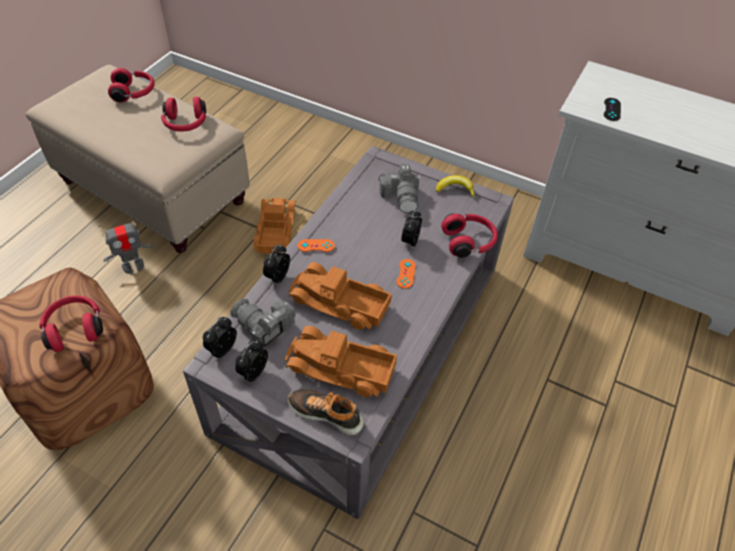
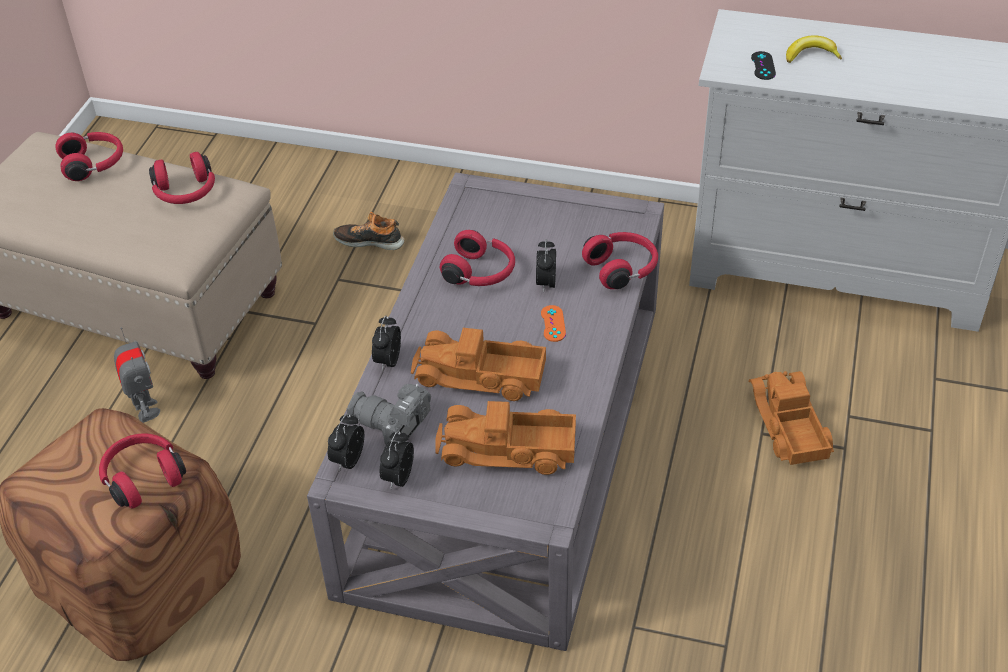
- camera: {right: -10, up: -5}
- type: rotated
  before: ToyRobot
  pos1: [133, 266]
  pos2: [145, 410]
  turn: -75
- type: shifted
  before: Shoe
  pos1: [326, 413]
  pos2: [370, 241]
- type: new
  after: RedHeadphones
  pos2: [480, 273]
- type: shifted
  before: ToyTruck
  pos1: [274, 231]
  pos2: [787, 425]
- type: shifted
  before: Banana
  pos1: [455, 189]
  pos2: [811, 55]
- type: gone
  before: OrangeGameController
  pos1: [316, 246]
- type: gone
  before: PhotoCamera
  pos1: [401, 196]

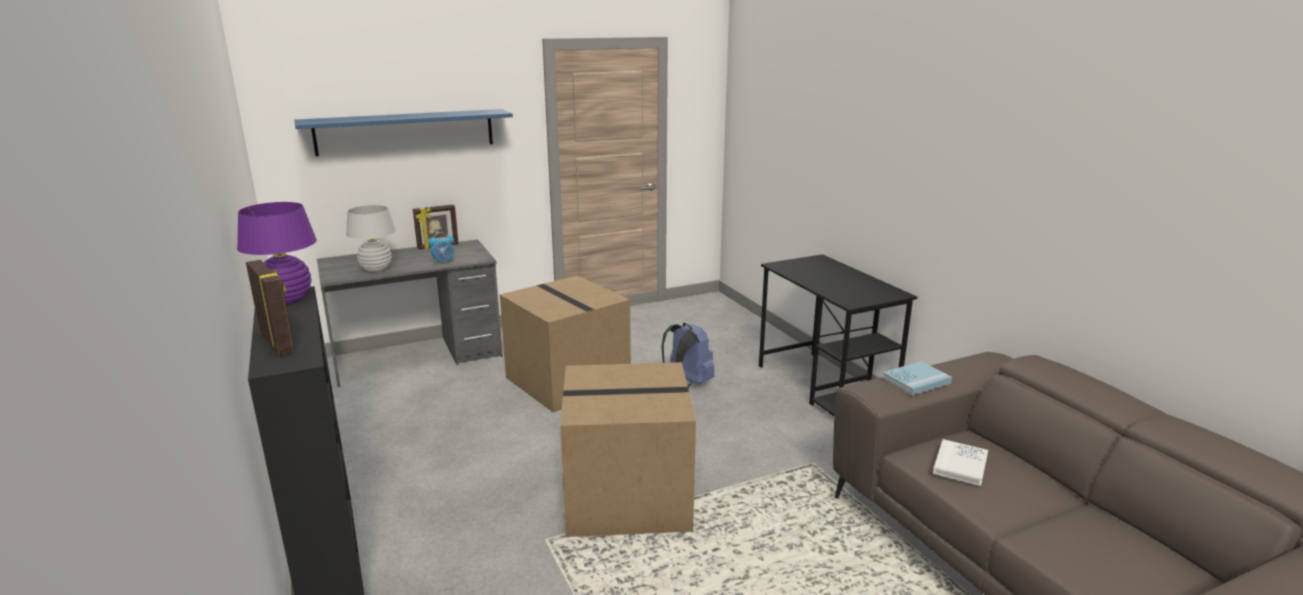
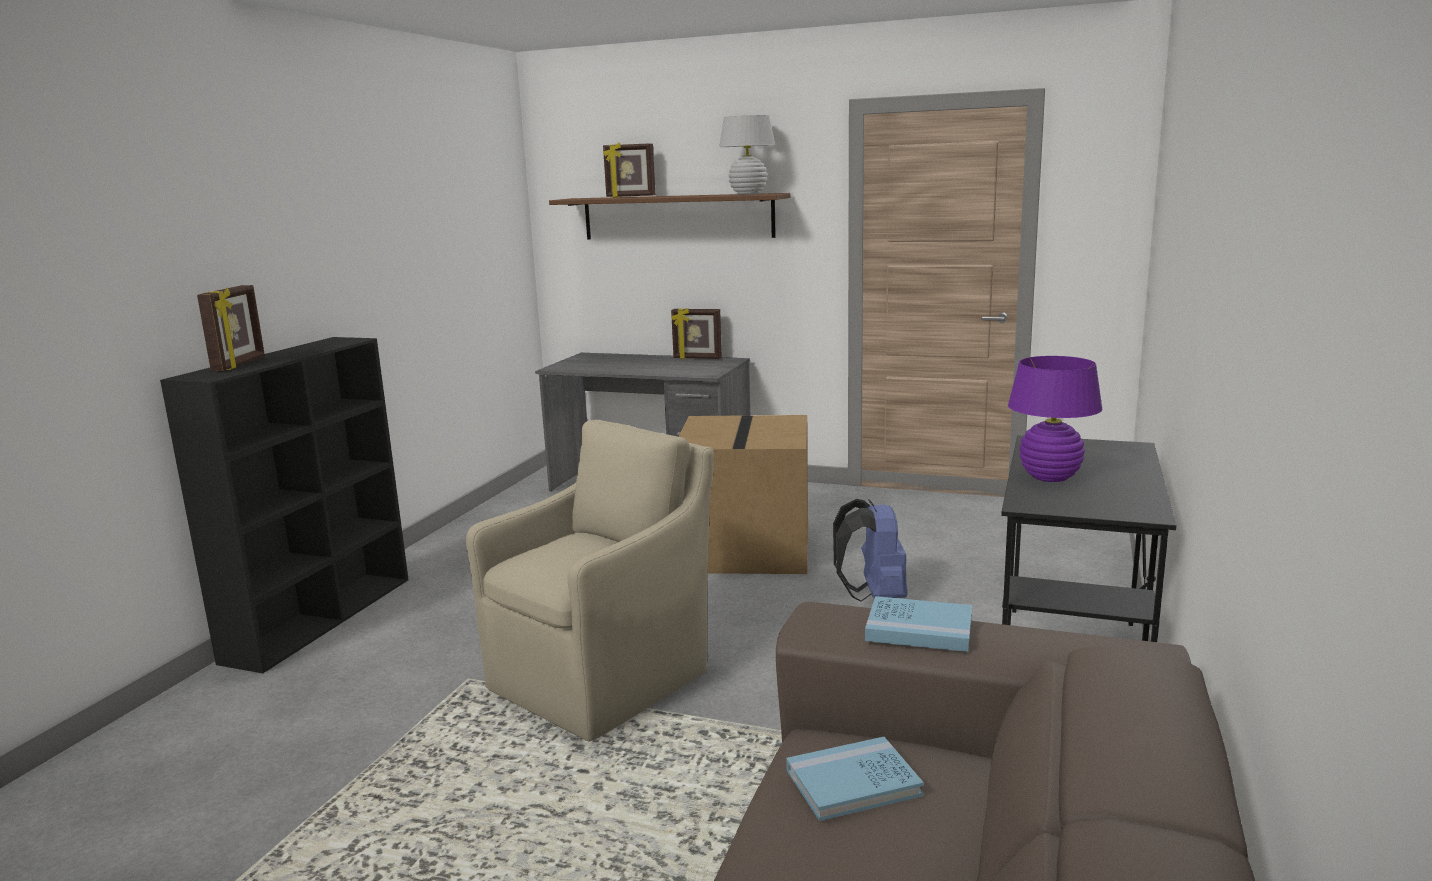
- camera: {right: 45, up: -5}
- type: swapped
  before: CardboardBox
  after: BeigeArmchair
  pos1: [629, 495]
  pos2: [604, 677]
- type: repainted
  before: BlueShelf
  after: BrownShelf
  pos1: [405, 132]
  pos2: [677, 217]
- type: new
  after: PictureFrame
  pos2: [630, 196]
- type: shifted
  before: WhiteTableLamp
  pos1: [376, 269]
  pos2: [748, 194]
- type: repainted
  before: WhiteBook
  after: BlueBook
  pos1: [960, 465]
  pos2: [853, 783]
- type: shifted
  before: PurpleTableLamp
  pos1: [287, 300]
  pos2: [1049, 477]
- type: gone
  before: AlarmClock
  pos1: [443, 262]

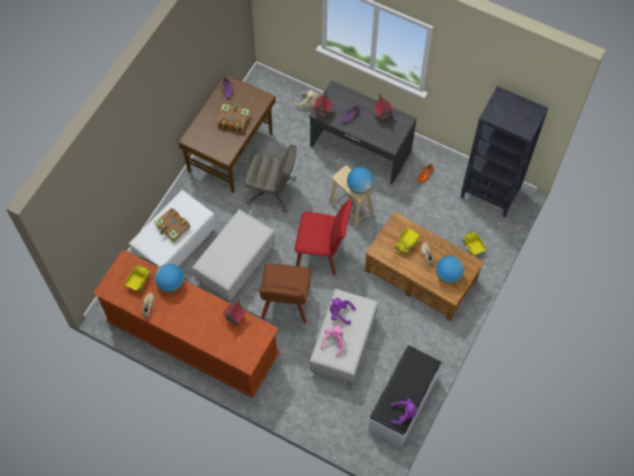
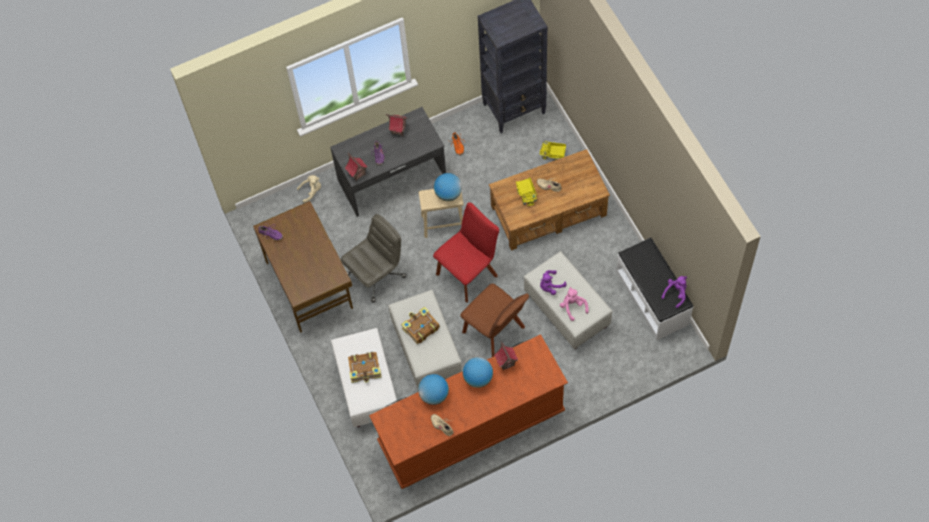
- camera: {right: -50, up: 0}
- type: shifted
  before: Book
  pos1: [233, 120]
  pos2: [420, 328]
- type: shifted
  before: Globe
  pos1: [448, 275]
  pos2: [478, 378]
- type: gone
  before: ToyTruck
  pos1: [138, 281]

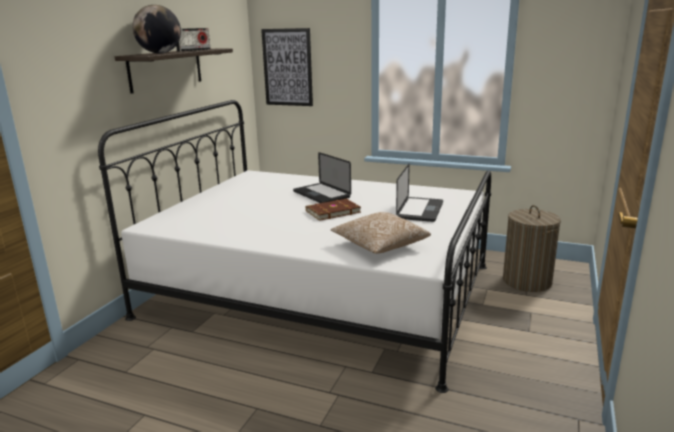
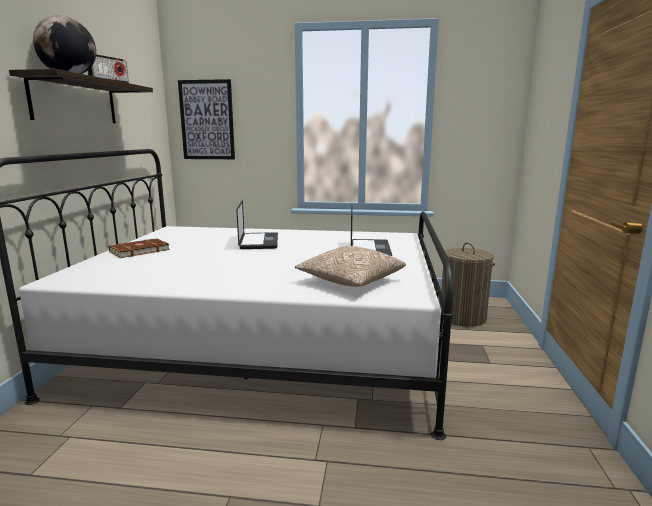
- camera: {right: -15, up: -5}
- type: shifted
  before: BrownBook
  pos1: [332, 211]
  pos2: [139, 250]
- type: rotated
  before: Laptop
  pos1: [321, 194]
  pos2: [259, 242]
  turn: -135

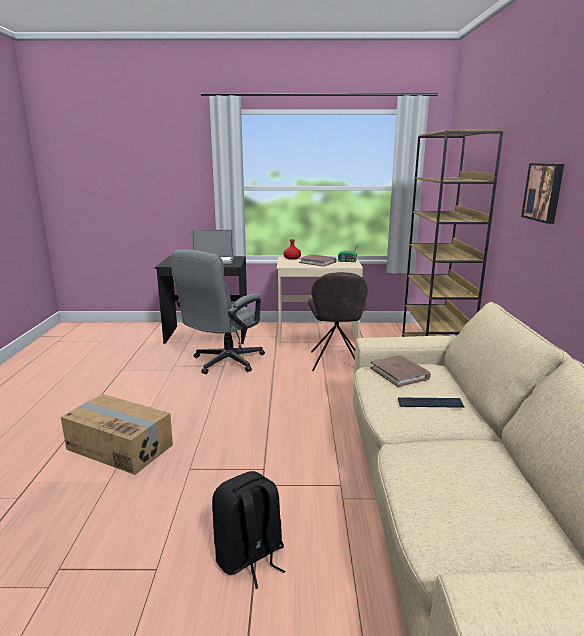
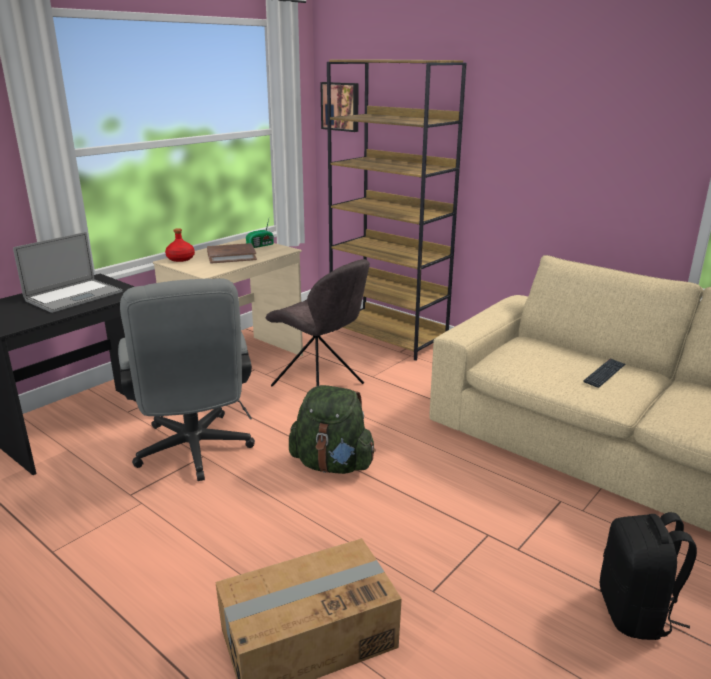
- camera: {right: -50, up: 5}
- type: new
  after: GreenBackpack
  pos2: [332, 464]
- type: shifted
  before: Picture
  pos1: [544, 192]
  pos2: [341, 106]
- type: gone
  before: BrownBook
  pos1: [399, 373]

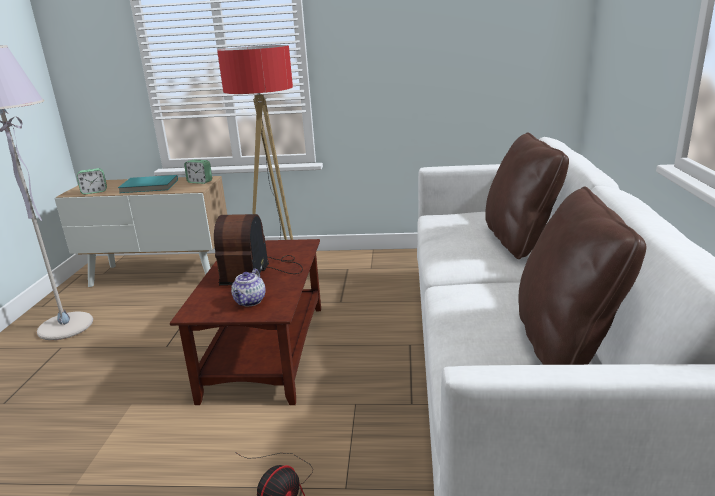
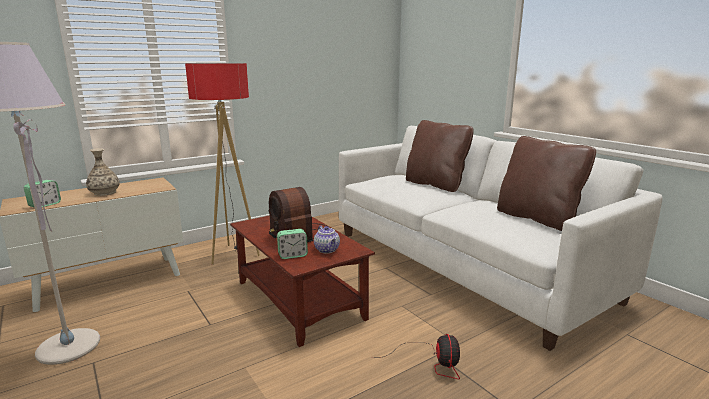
- camera: {right: -40, up: -5}
- type: swapped
  before: TurquoiseBook
  after: Vase
  pos1: [149, 186]
  pos2: [105, 193]
- type: shifted
  before: AlarmClock
  pos1: [200, 182]
  pos2: [292, 255]

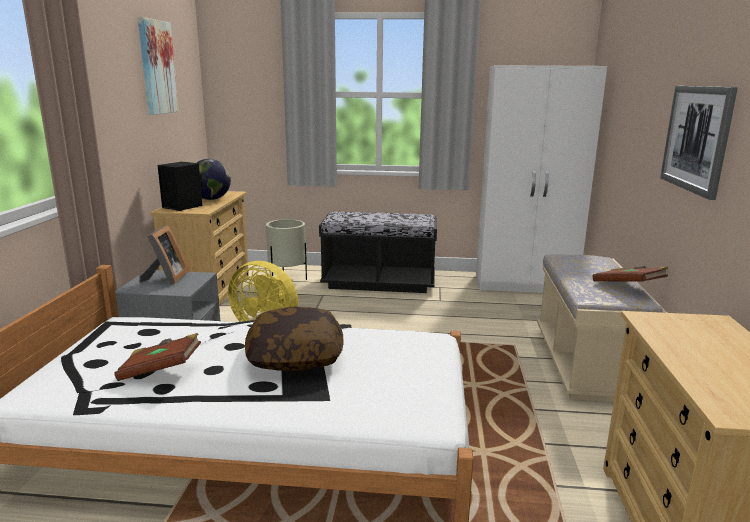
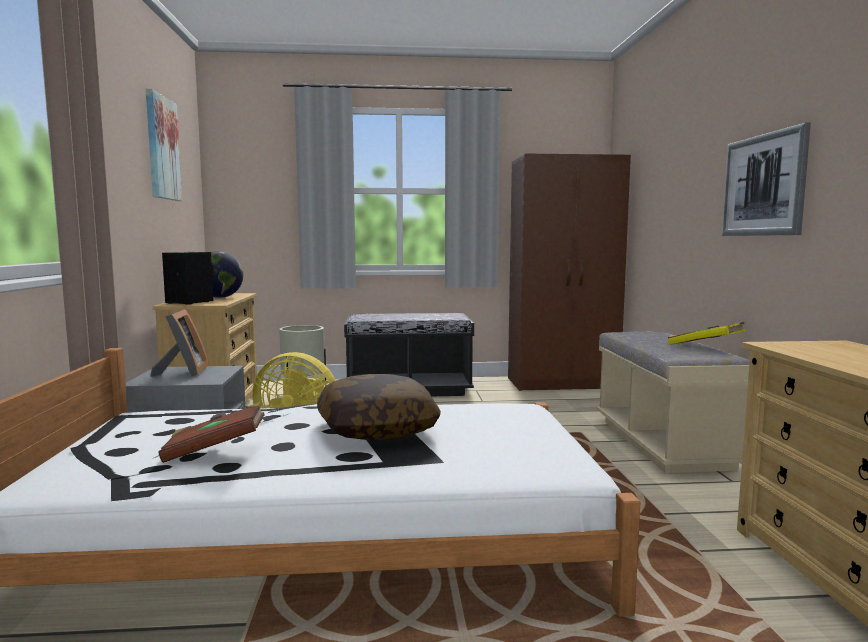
- camera: {right: -10, up: -10}
- type: repainted
  before: WhiteWardrobe
  after: BrownWardrobe
  pos1: [525, 284]
  pos2: [563, 383]
- type: repainted
  before: BrownBook
  after: YellowBook
  pos1: [628, 287]
  pos2: [705, 347]

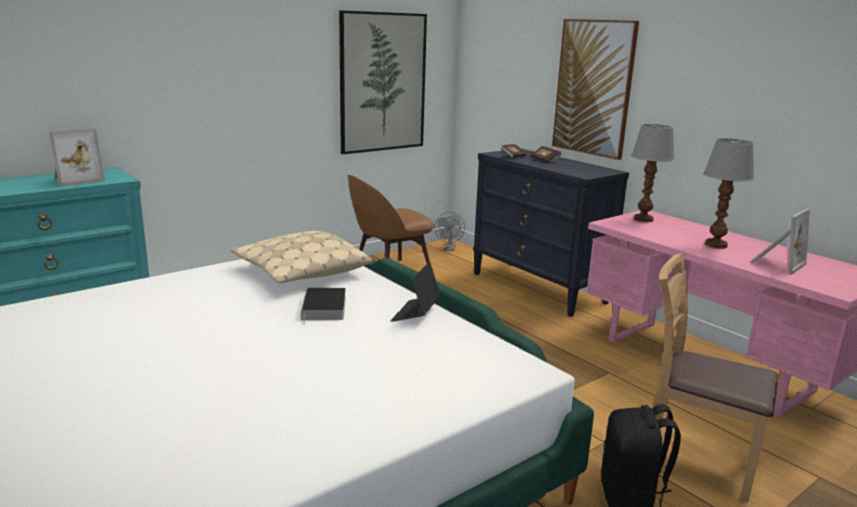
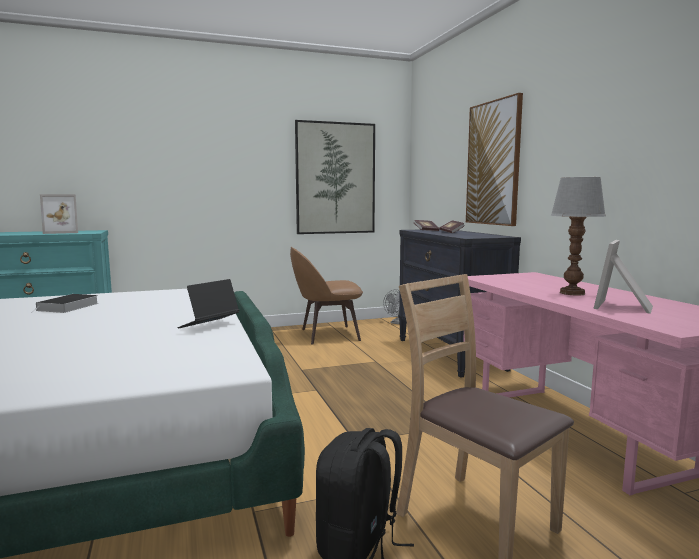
- camera: {right: 20, up: -10}
- type: shifted
  before: Book
  pos1: [324, 309]
  pos2: [67, 307]
- type: rotated
  before: PictureFrame
  pos1: [775, 263]
  pos2: [625, 307]
  turn: 150
- type: gone
  before: BeigePillow
  pos1: [300, 272]
- type: gone
  before: TableLamp
  pos1: [644, 219]

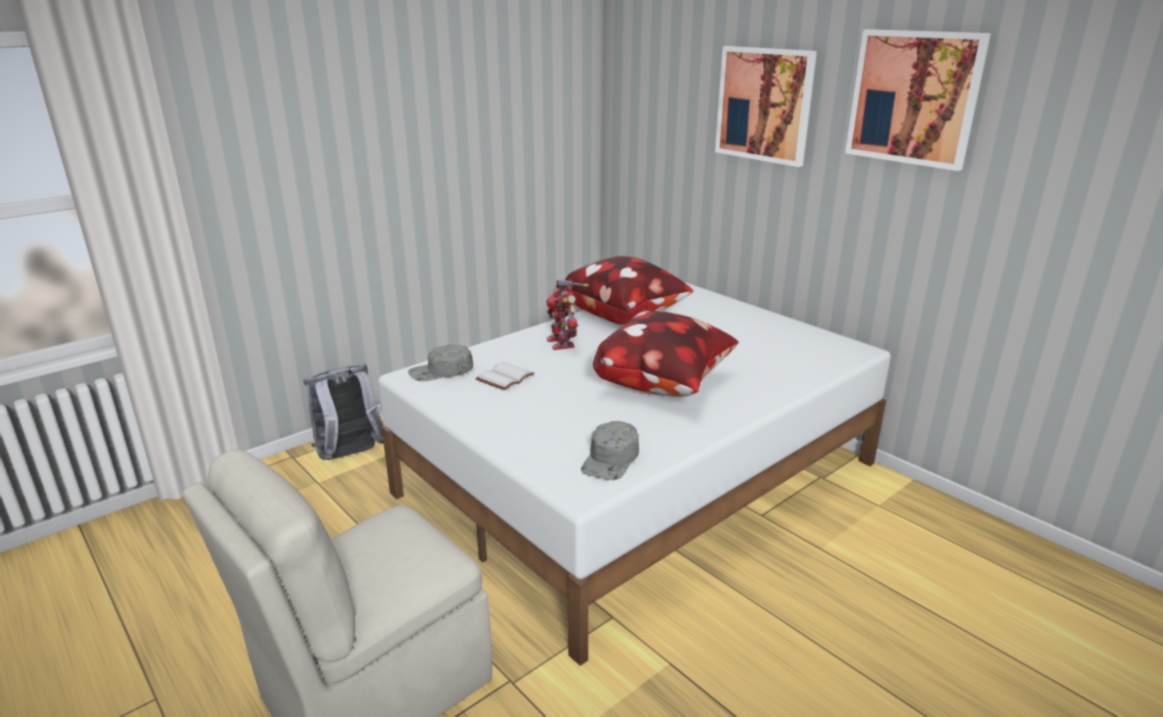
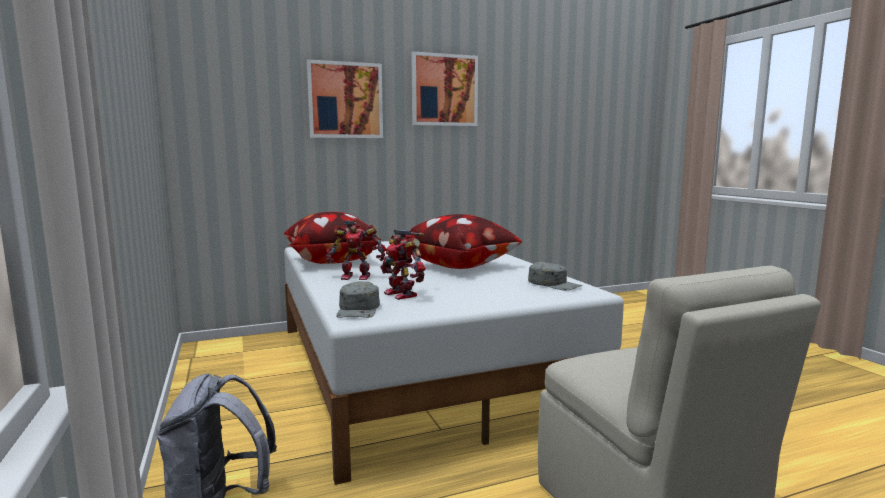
- camera: {right: -70, up: -15}
- type: swapped
  before: WhiteBook
  after: ToyRobot
  pos1: [505, 378]
  pos2: [402, 294]

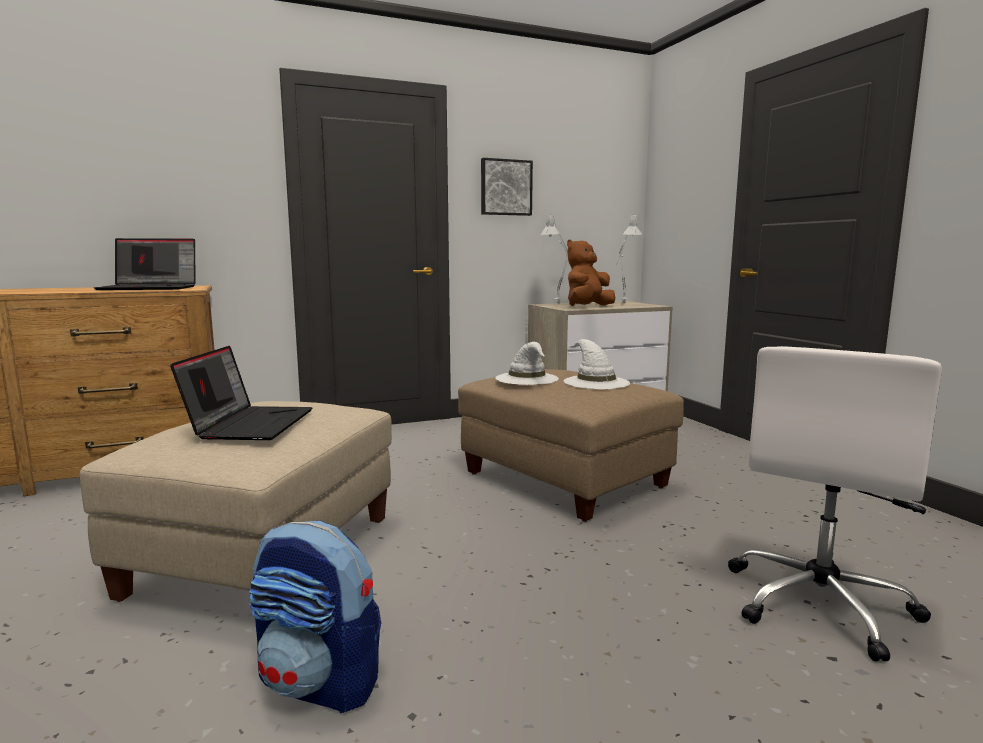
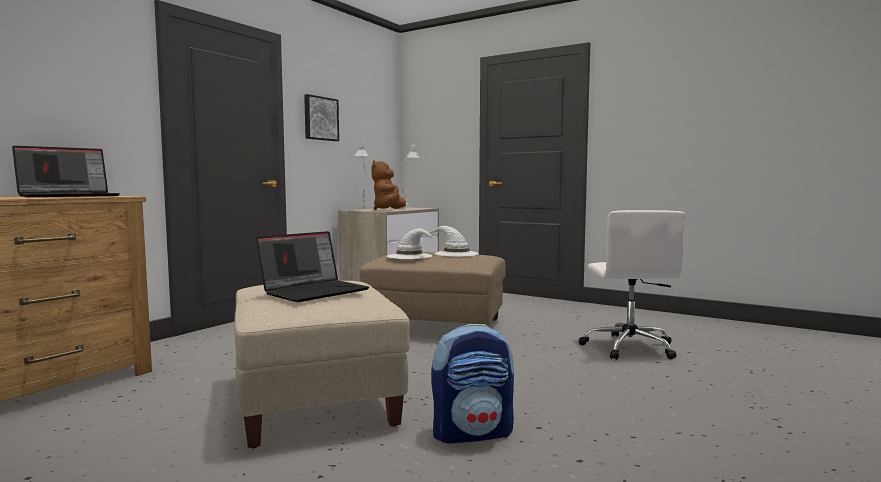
- camera: {right: -35, up: -5}
- type: rotated
  before: Laptop
  pos1: [250, 424]
  pos2: [315, 291]
  turn: 75

